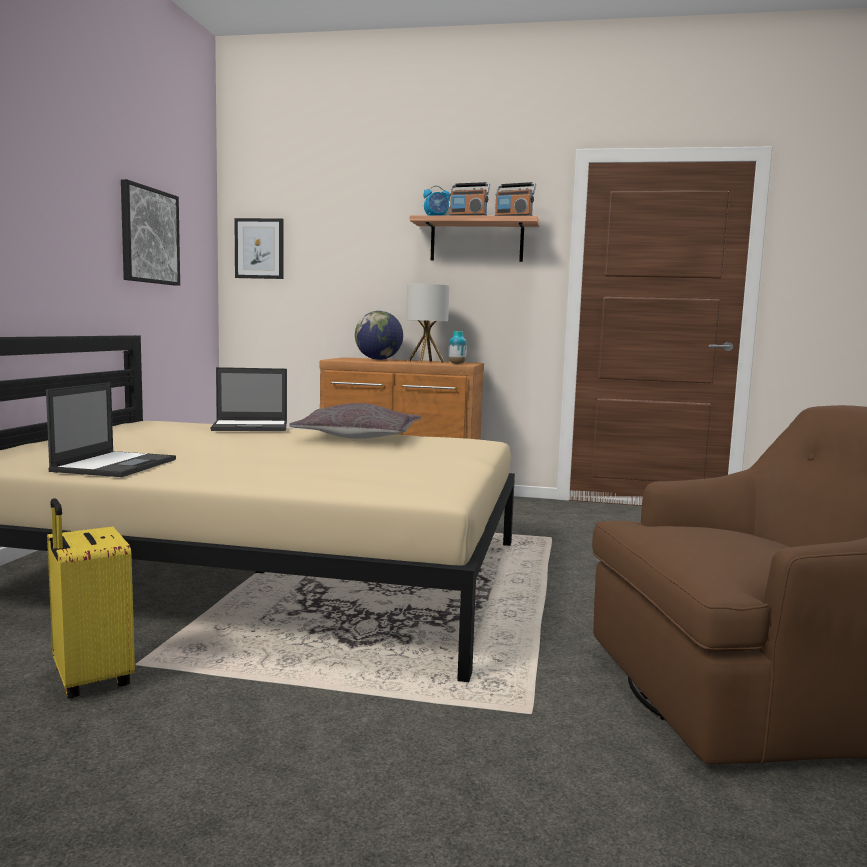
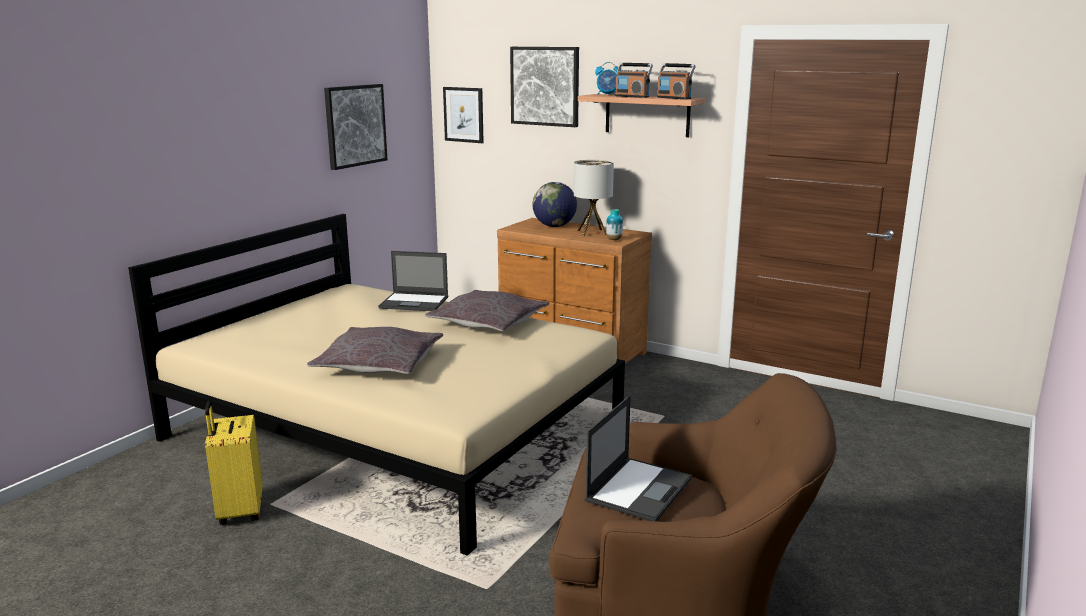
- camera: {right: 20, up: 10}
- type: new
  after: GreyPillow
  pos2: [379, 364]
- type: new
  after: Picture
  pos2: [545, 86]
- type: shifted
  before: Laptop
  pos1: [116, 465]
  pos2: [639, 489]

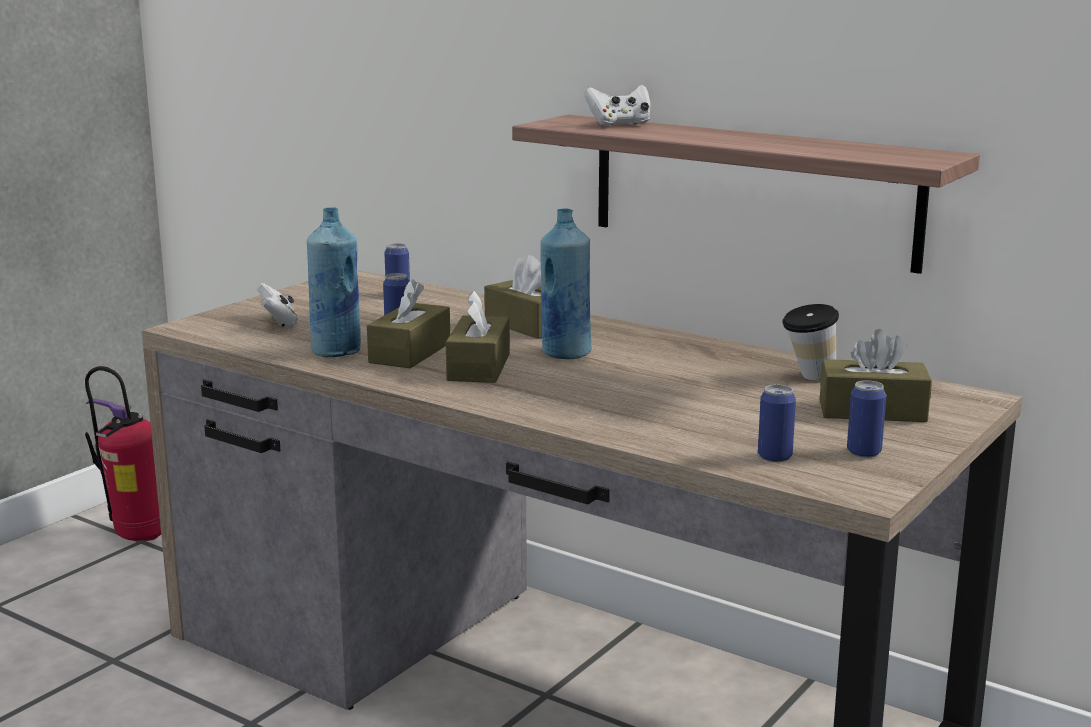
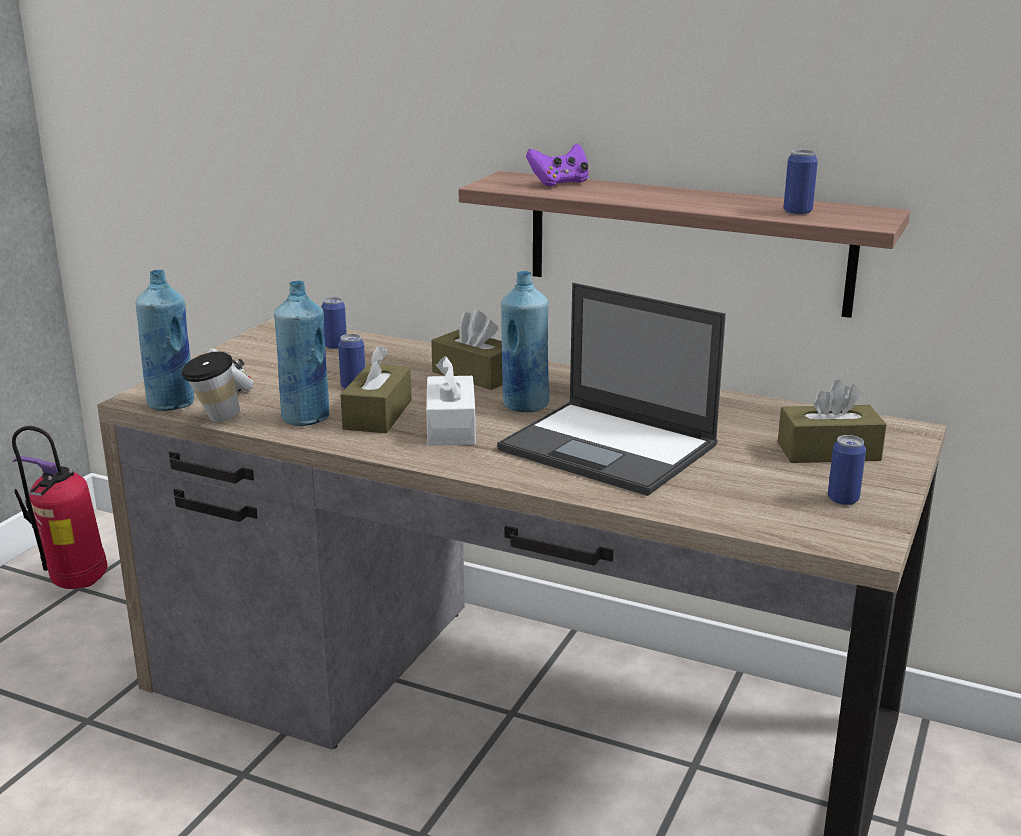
- camera: {right: -10, up: 5}
- type: new
  after: BlueBottle
  pos2: [172, 404]
- type: shifted
  before: Cup
  pos1: [808, 377]
  pos2: [214, 419]
- type: repainted
  before: BrownTissueBox
  after: WhiteTissueBox
  pos1: [479, 367]
  pos2: [451, 427]
- type: new
  after: Laptop
  pos2: [610, 448]
- type: repainted
  before: WhiteGameController
  after: PurpleGameController
  pos1: [619, 124]
  pos2: [560, 183]
- type: shifted
  before: Can
  pos1: [774, 457]
  pos2: [797, 212]

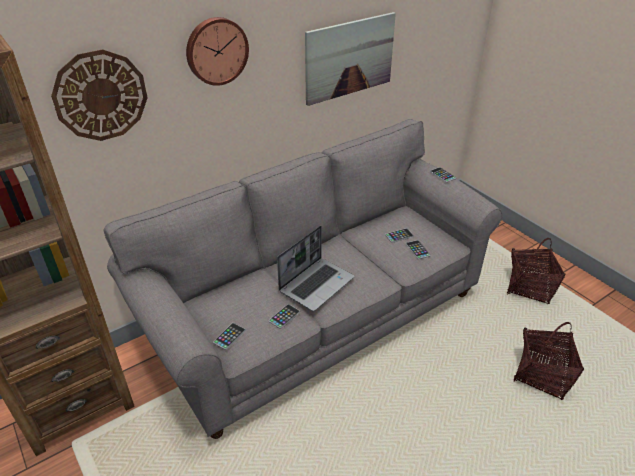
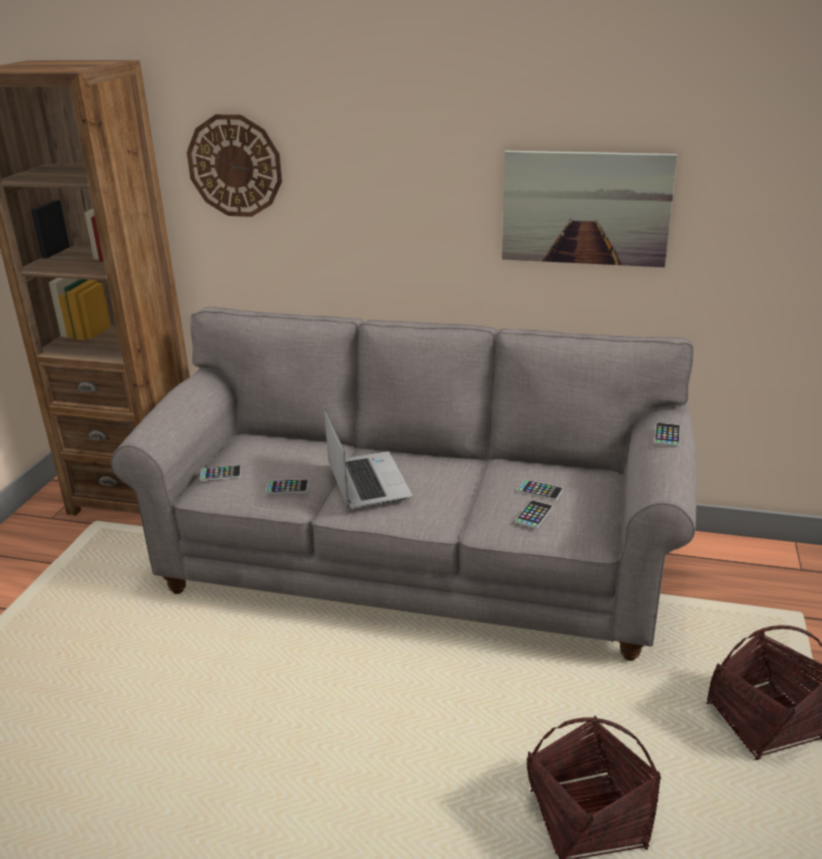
- camera: {right: 50, up: -10}
- type: rotated
  before: Laptop
  pos1: [316, 284]
  pos2: [366, 482]
  turn: -105
- type: gone
  before: WallClock
  pos1: [216, 51]

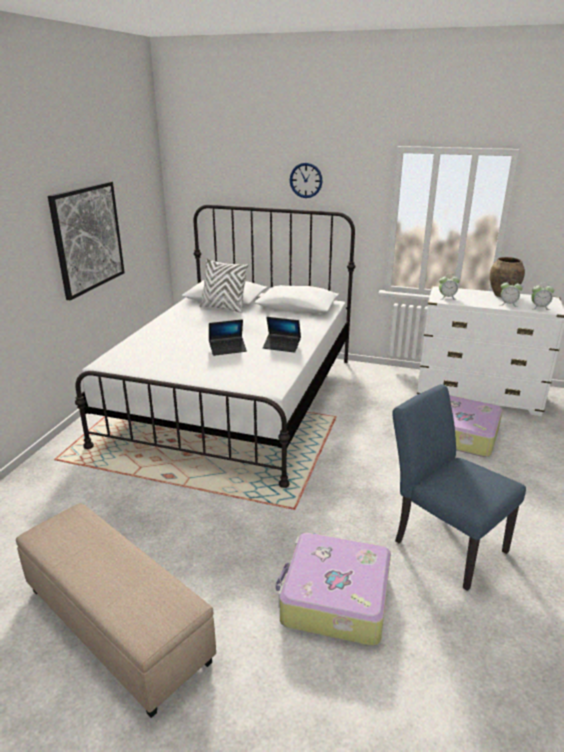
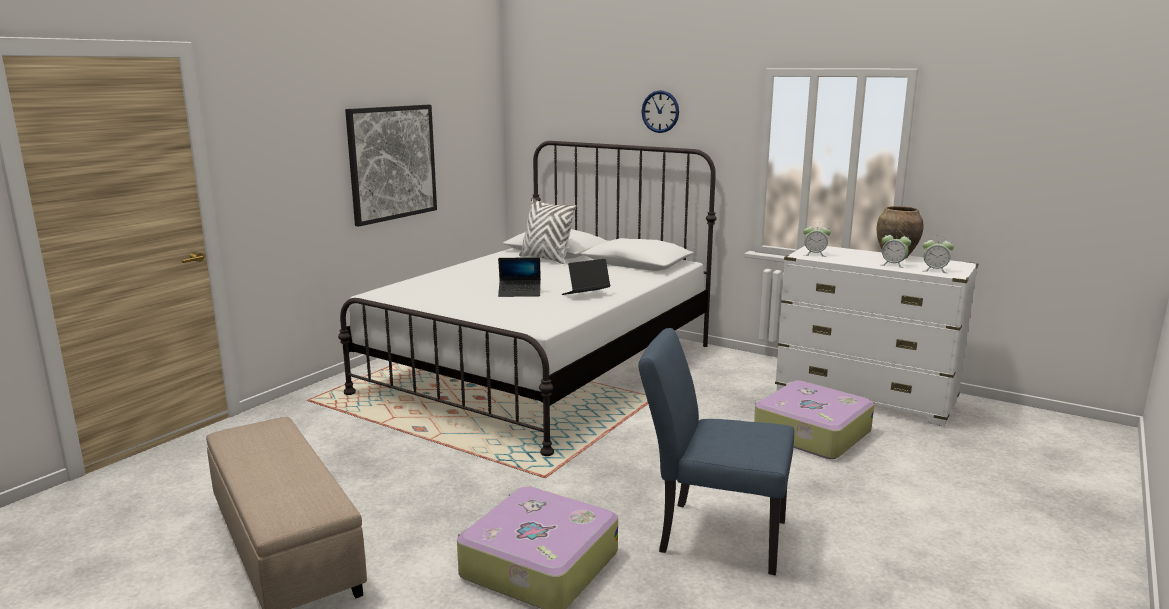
- camera: {right: 15, up: -10}
- type: rotated
  before: Laptop
  pos1: [282, 346]
  pos2: [585, 295]
  turn: 120
- type: rotated
  before: BlueChair
  pos1: [443, 542]
  pos2: [712, 534]
  turn: -45

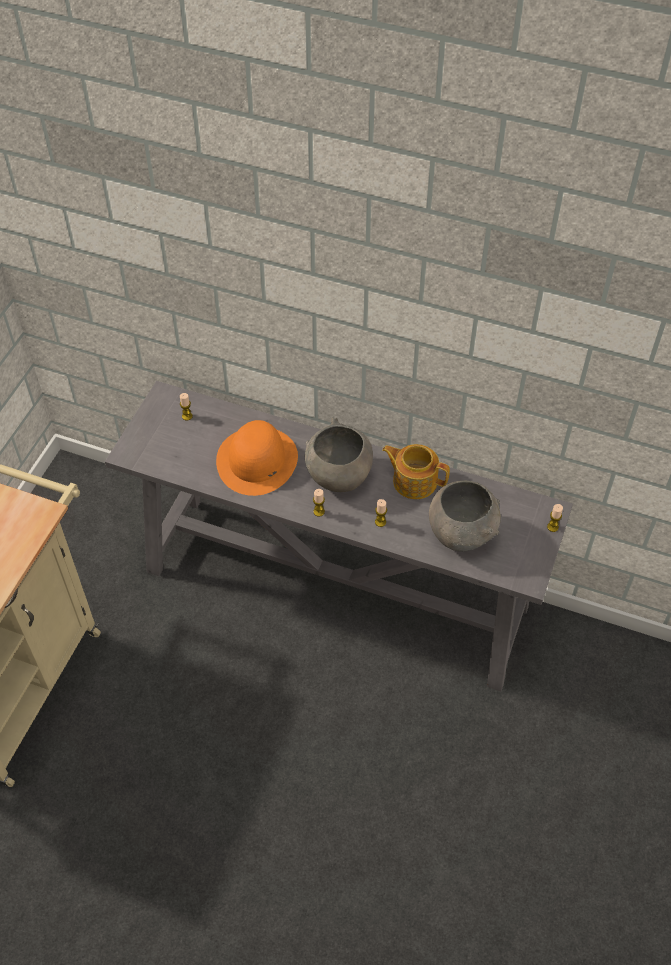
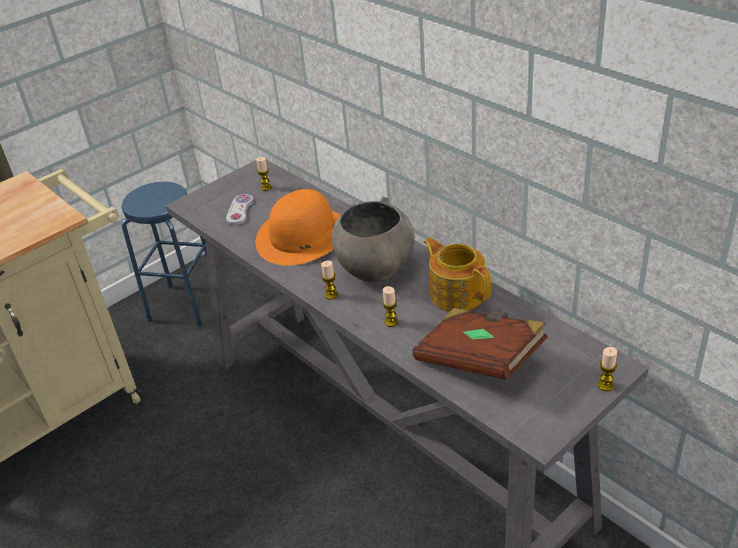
- camera: {right: 30, up: -15}
- type: new
  after: BlueStool
  pos2: [185, 305]
- type: new
  after: WhiteGameController
  pos2: [240, 211]
- type: swapped
  before: GreyBowl
  after: BrownBook
  pos1: [461, 534]
  pos2: [479, 359]

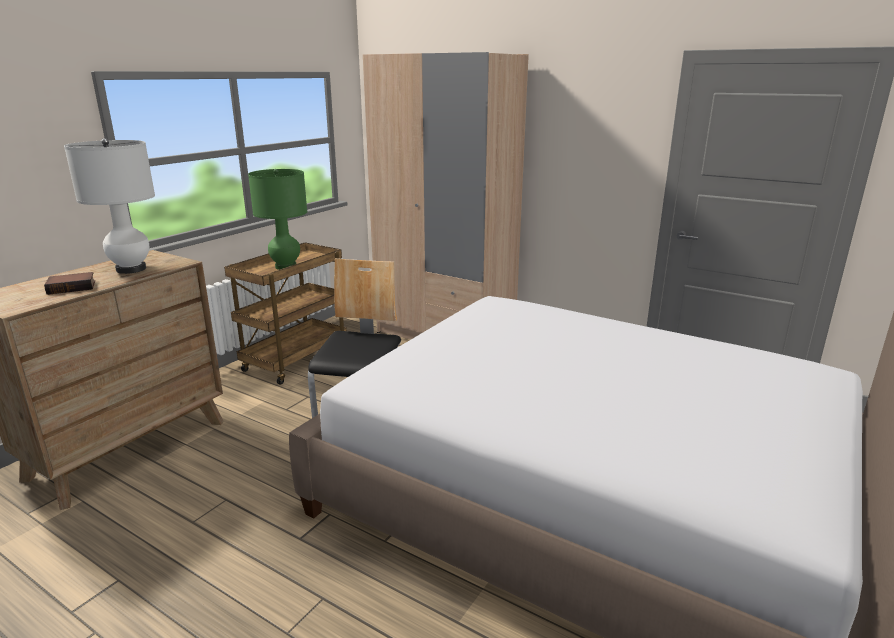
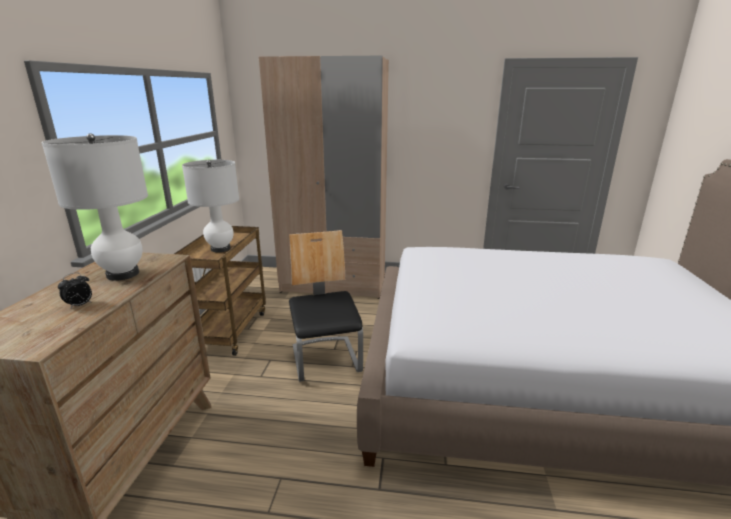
- camera: {right: -25, up: 0}
- type: swapped
  before: Book
  after: AlarmClock
  pos1: [72, 287]
  pos2: [80, 305]
- type: repainted
  before: GreenTableLamp
  after: WhiteTableLamp
  pos1: [285, 267]
  pos2: [220, 249]

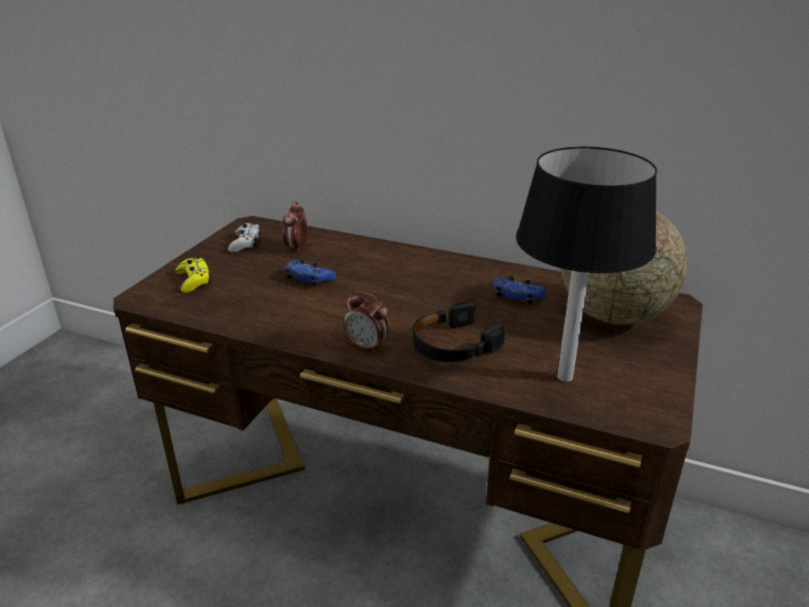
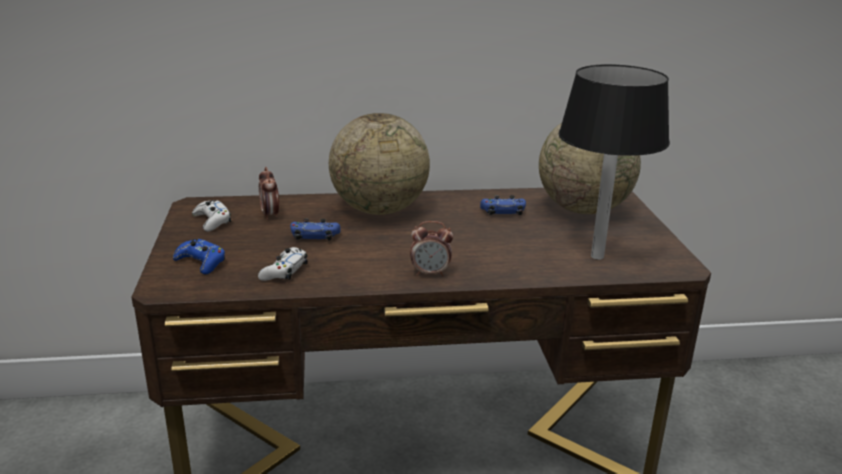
- camera: {right: -30, up: -5}
- type: repainted
  before: YellowGameController
  after: BlueGameController
  pos1: [194, 280]
  pos2: [201, 262]
- type: new
  after: WhiteGameController
  pos2: [284, 271]
- type: new
  after: Globe
  pos2: [379, 210]
- type: gone
  before: BlackHeadphones
  pos1: [453, 345]

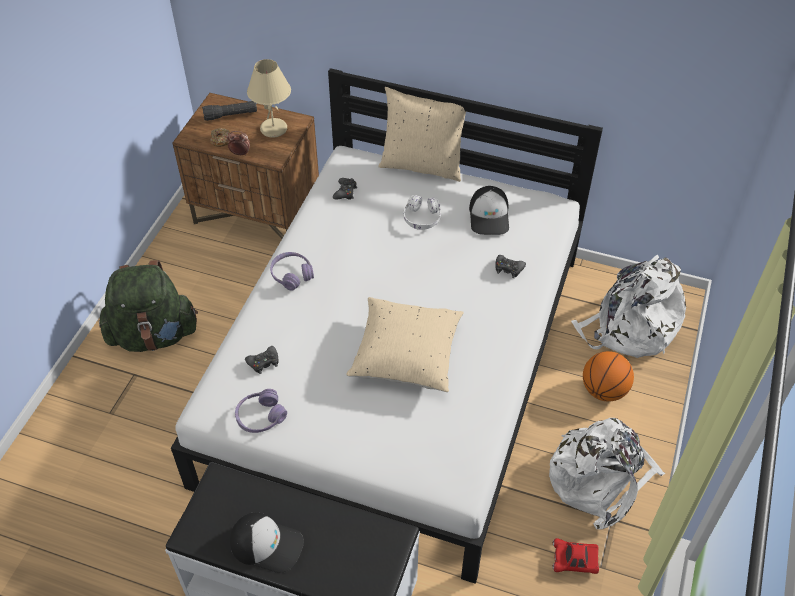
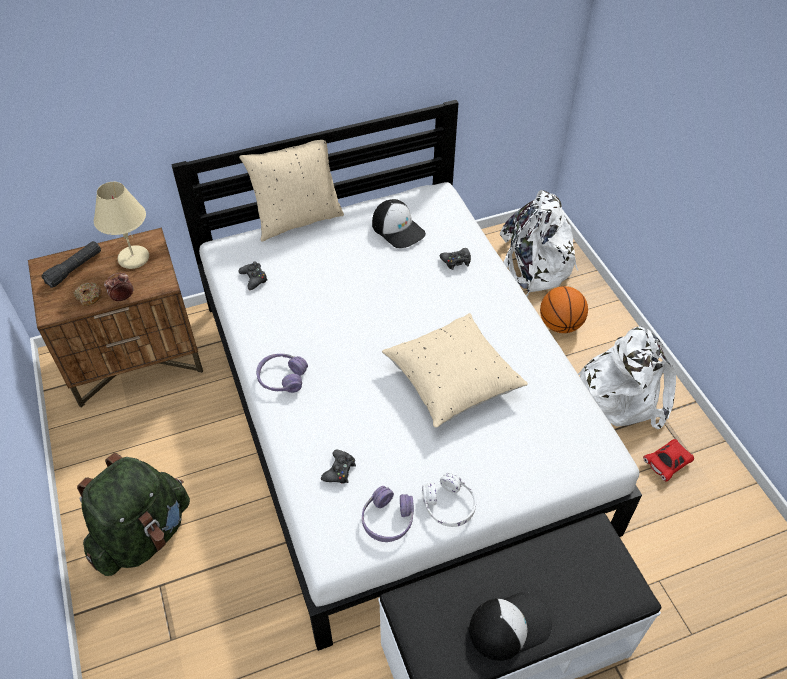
- camera: {right: -40, up: 0}
- type: shifted
  before: WhiteHeadphones
  pos1: [422, 218]
  pos2: [449, 505]

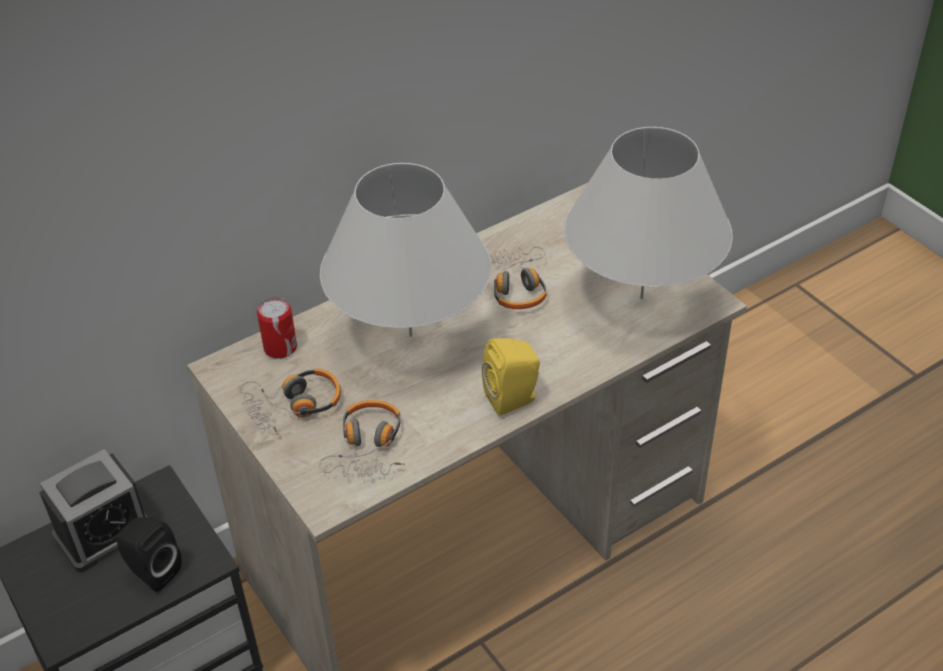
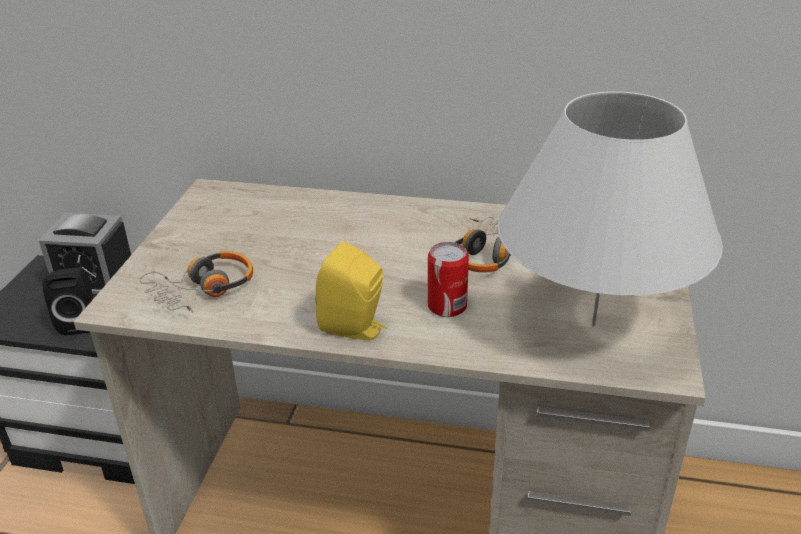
- camera: {right: 45, up: -10}
- type: shifted
  before: Can
  pos1: [280, 348]
  pos2: [447, 306]
- type: gone
  before: Headphones
  pos1: [293, 406]
- type: gone
  before: WhiteTableLamp
  pos1: [410, 335]

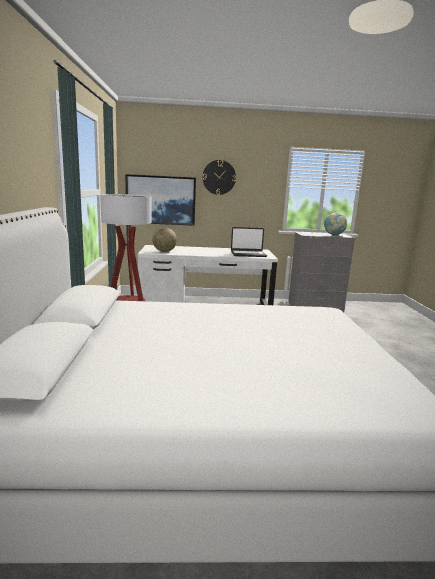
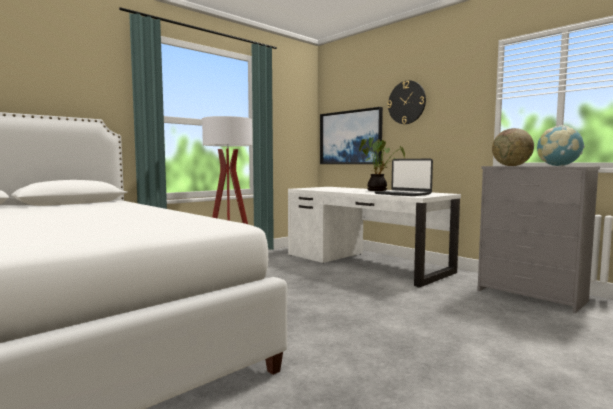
- camera: {right: 50, up: -10}
- type: new
  after: PottedPlant
  pos2: [378, 190]
- type: shifted
  before: Globe
  pos1: [164, 251]
  pos2: [511, 166]

